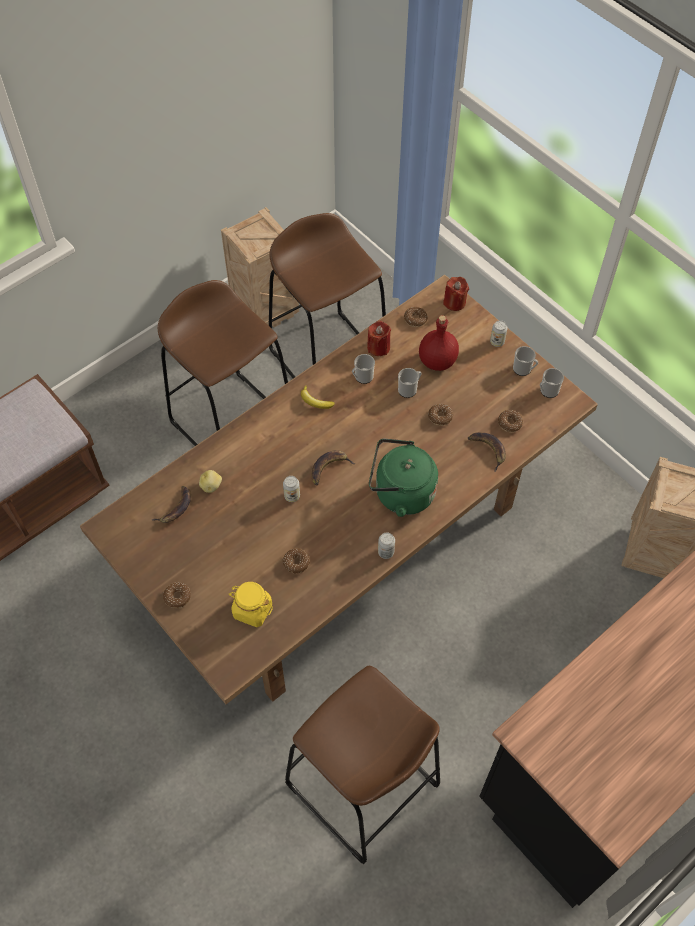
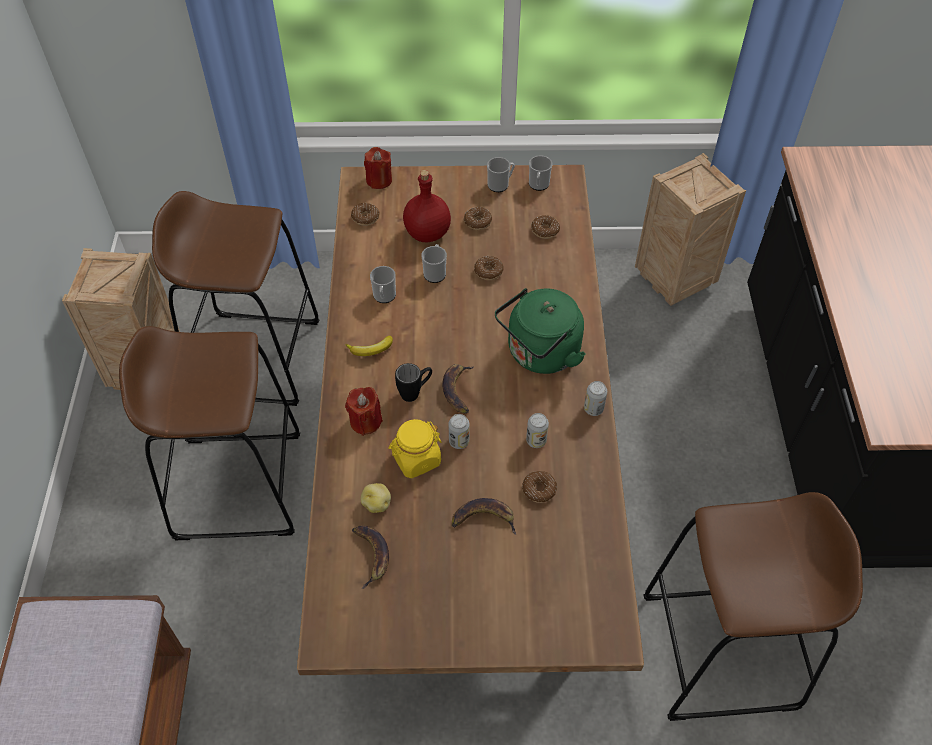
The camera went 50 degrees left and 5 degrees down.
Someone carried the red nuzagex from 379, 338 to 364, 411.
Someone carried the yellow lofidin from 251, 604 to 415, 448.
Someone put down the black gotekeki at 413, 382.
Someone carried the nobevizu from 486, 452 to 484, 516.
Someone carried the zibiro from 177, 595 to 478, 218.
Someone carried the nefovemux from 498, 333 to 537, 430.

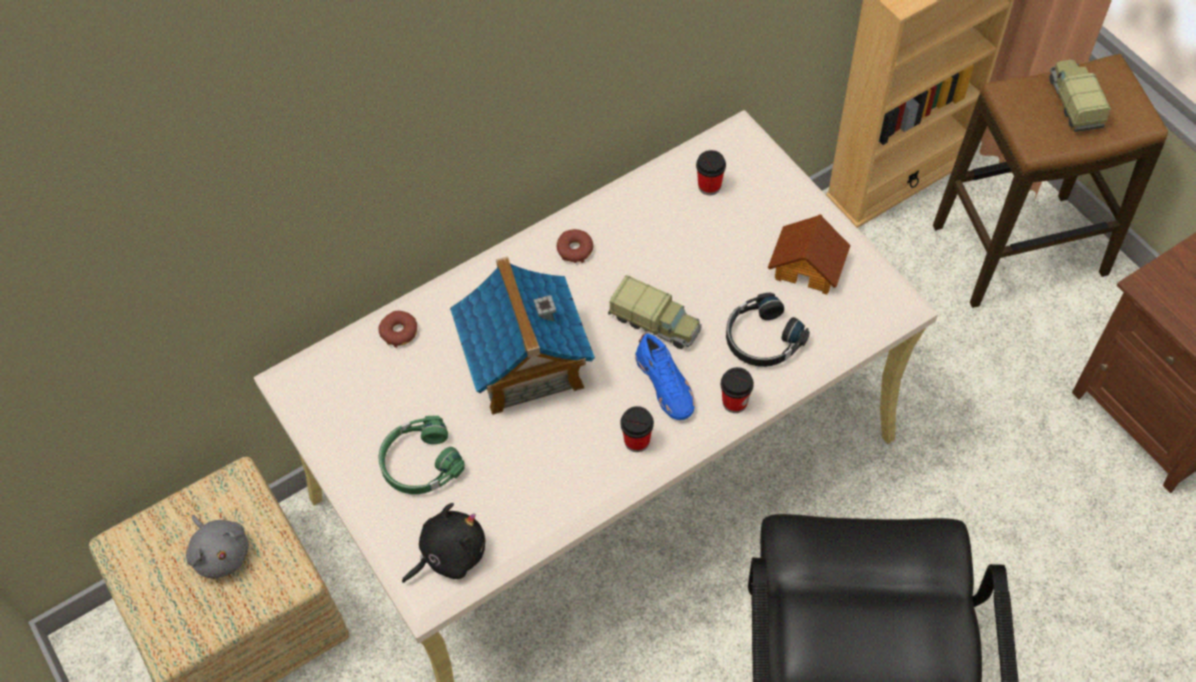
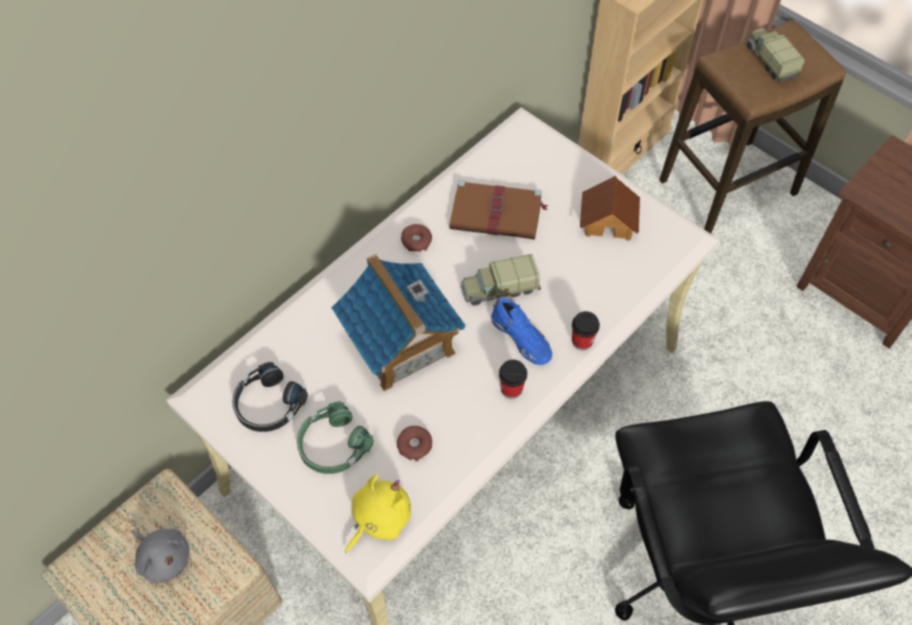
The camera went 15 degrees left and 0 degrees up.
Someone carried the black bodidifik from 768, 329 to 270, 397.
Someone repainted the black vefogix at 443, 543, which became the yellow vefogix at 378, 513.
Someone carried the zibiro from 398, 329 to 414, 443.
Someone put down the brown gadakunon at 498, 210.
Someone rotated the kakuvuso at 655, 312 by 150 degrees clockwise.
Someone took away the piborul at 711, 172.

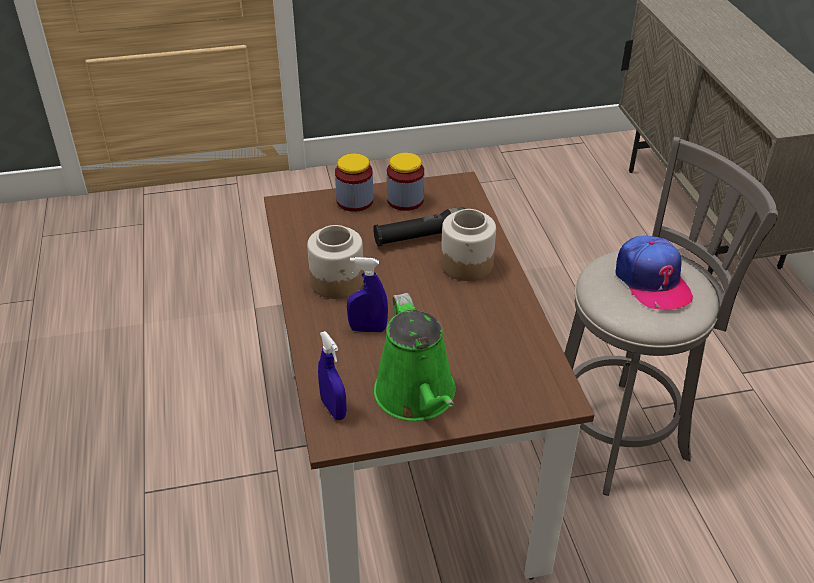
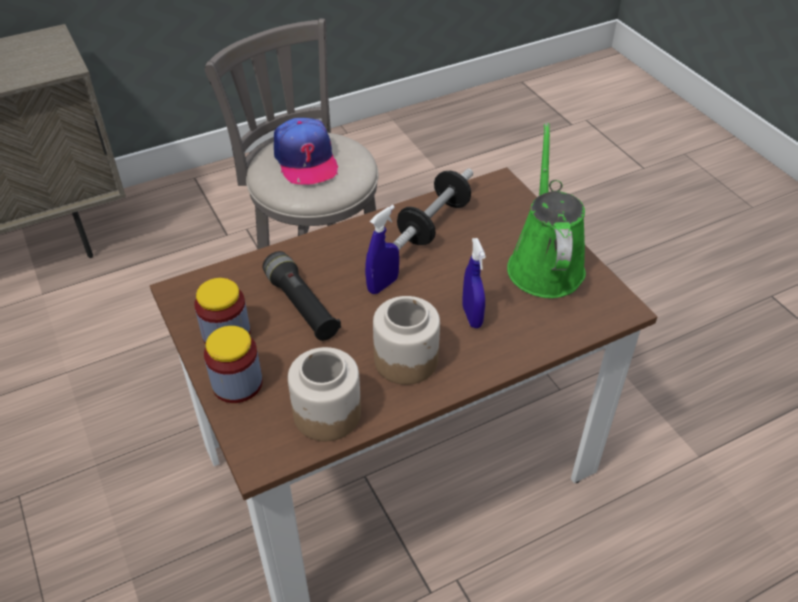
The camera went 105 degrees left and 5 degrees up.
Someone rotated the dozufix at 654, 273 by 105 degrees clockwise.
Someone carried the lofidin from 468, 245 to 324, 394.
Someone carried the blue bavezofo from 332, 375 to 382, 249.
Someone put down the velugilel at 433, 209.
Someone rotated the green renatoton at 415, 357 by 60 degrees counterclockwise.

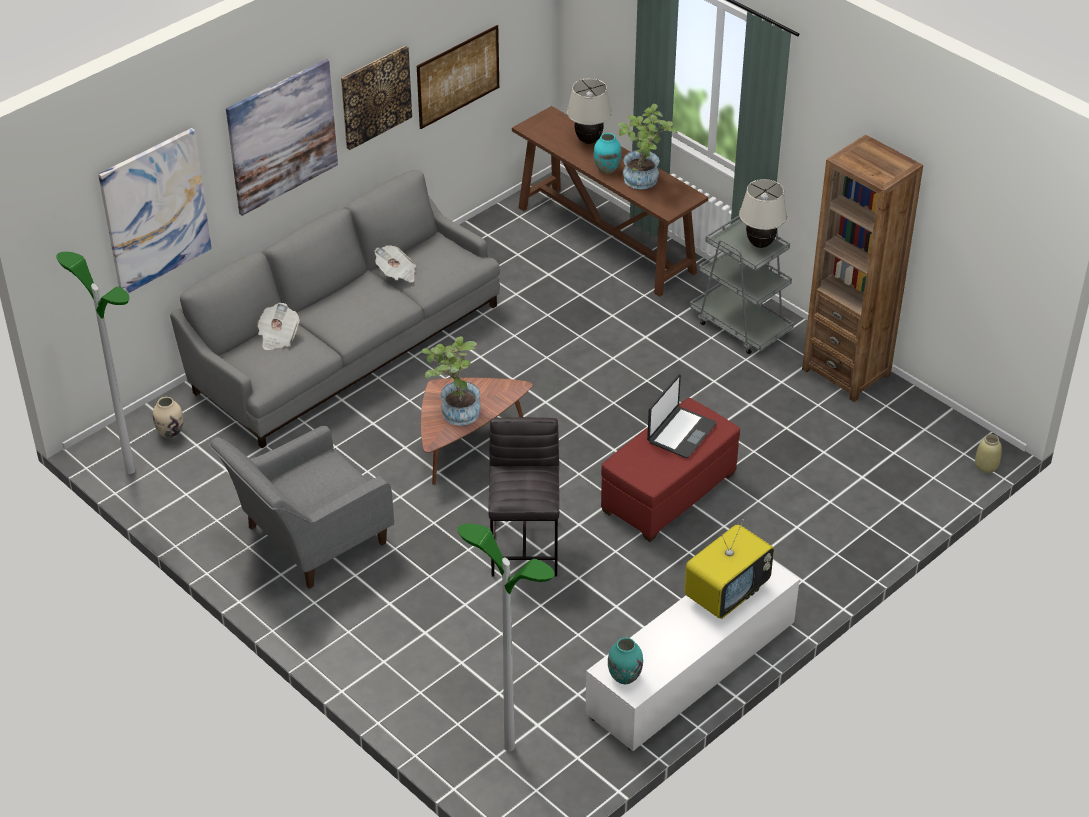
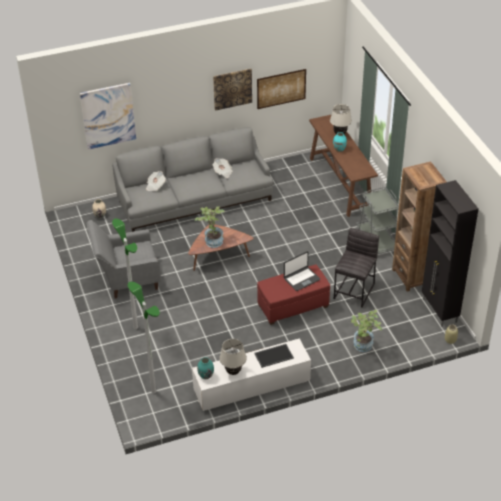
The camera went 25 degrees right and 0 degrees up.
Someone carried the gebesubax from 95, 363 to 125, 274.
Someone carried the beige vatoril from 763, 213 to 233, 357.
Someone swapped the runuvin at 729, 569 for the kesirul at 274, 356.
Someone carried the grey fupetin from 523, 496 to 356, 268.
Someone carried the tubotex from 648, 146 to 366, 331.
Someone put down the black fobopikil at 450, 253.
Someone took away the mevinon at 282, 137.

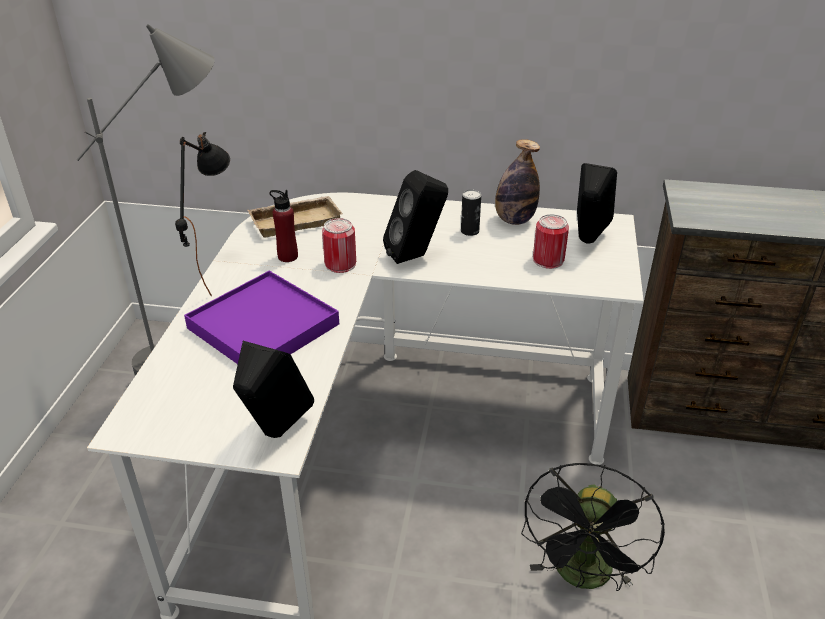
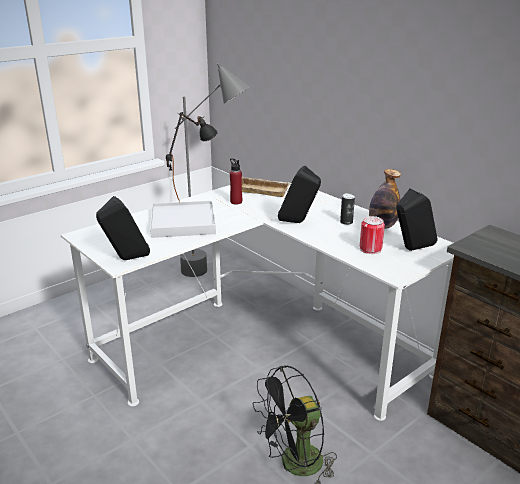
The camera went 40 degrees right and 10 degrees down.
Someone repainted the purple kesirul at 261, 317, which became the white kesirul at 183, 219.
Someone took away the nefovemux at 339, 245.

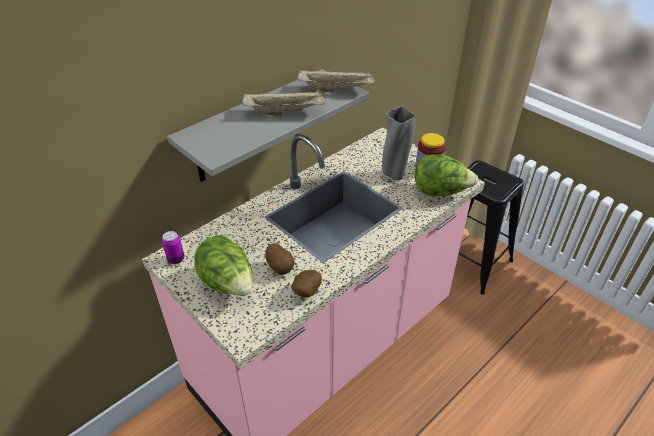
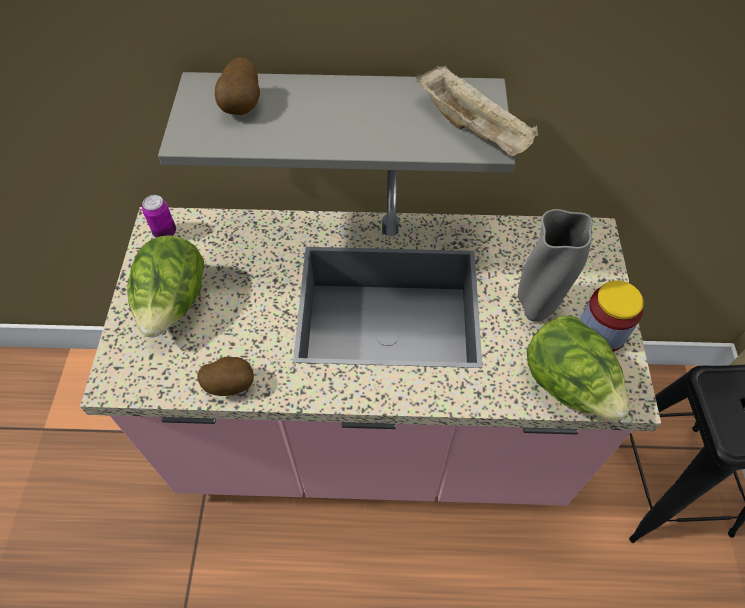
The camera went 45 degrees right and 15 degrees up.
Someone carried the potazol from 280, 259 to 237, 86.
Someone took away the beige kesirul at 283, 102.

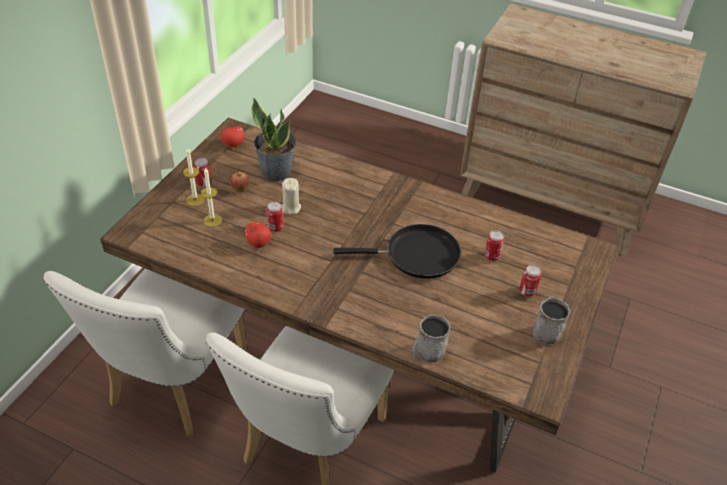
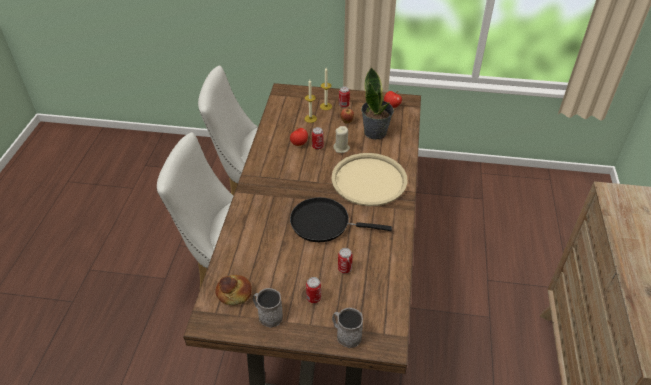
The camera went 75 degrees right and 0 degrees up.
Someone put down the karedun at 233, 290.
Someone rotated the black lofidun at 397, 251 by 120 degrees clockwise.
Someone put down the beige kesirul at 370, 179.
Someone carried the grey gotekeki from 431, 338 to 347, 328.

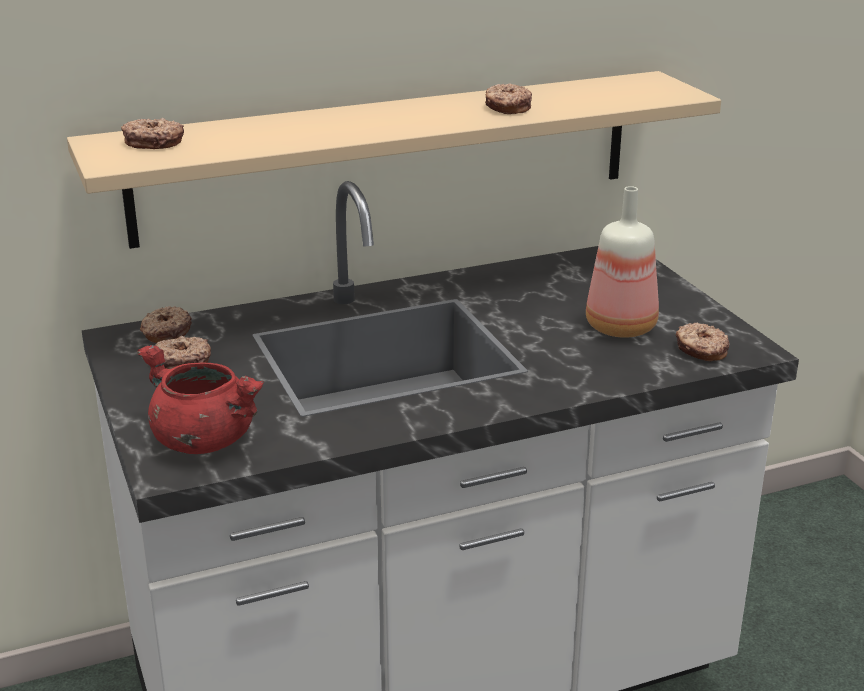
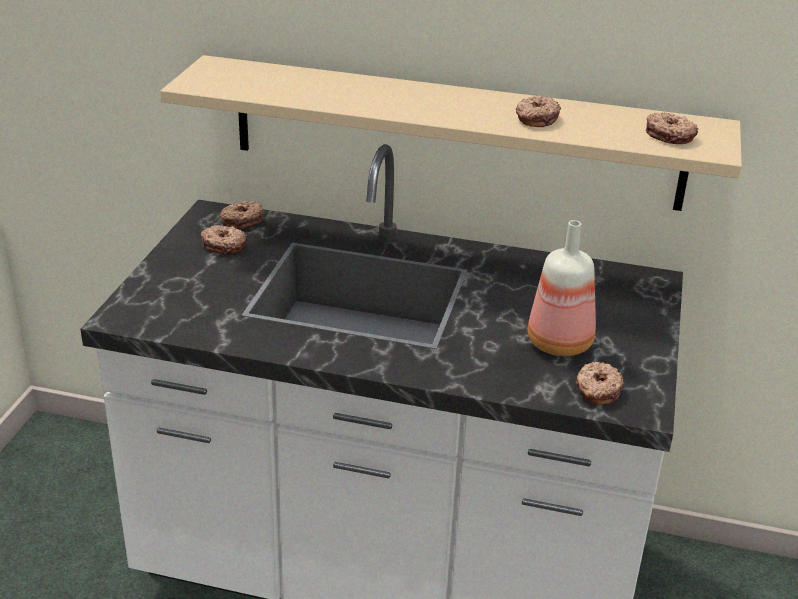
The camera went 35 degrees right and 5 degrees up.
Someone carried the zibiro from 152, 133 to 672, 128.
Someone took away the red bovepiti at 200, 399.

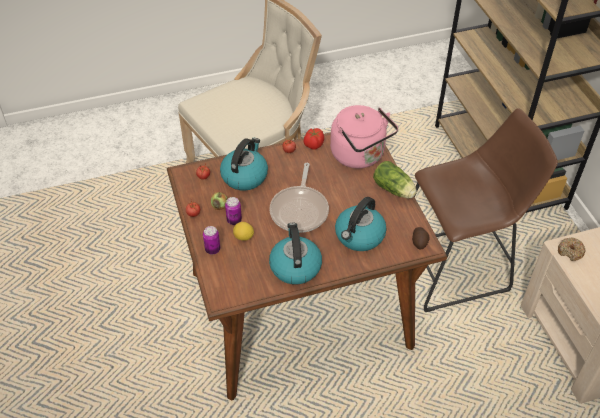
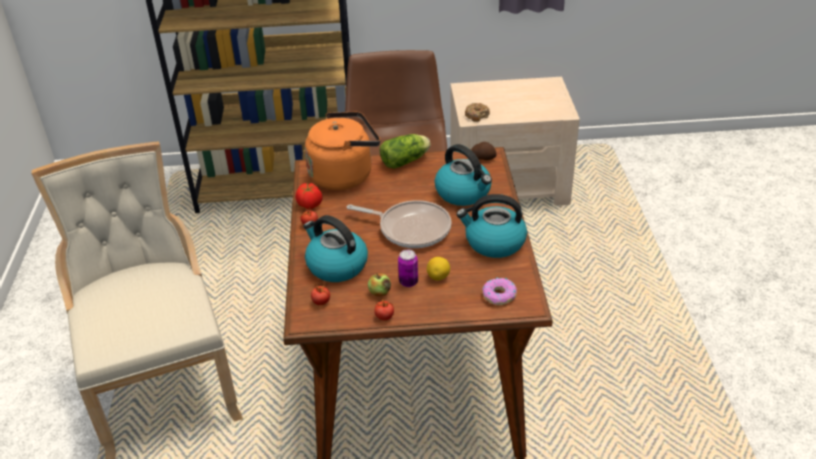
The camera went 75 degrees left and 10 degrees down.
Someone repainted the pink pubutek at 364, 136, which became the orange pubutek at 342, 151.
Someone put down the zibiro at 499, 291.
Someone took away the nefovemux at 211, 240.

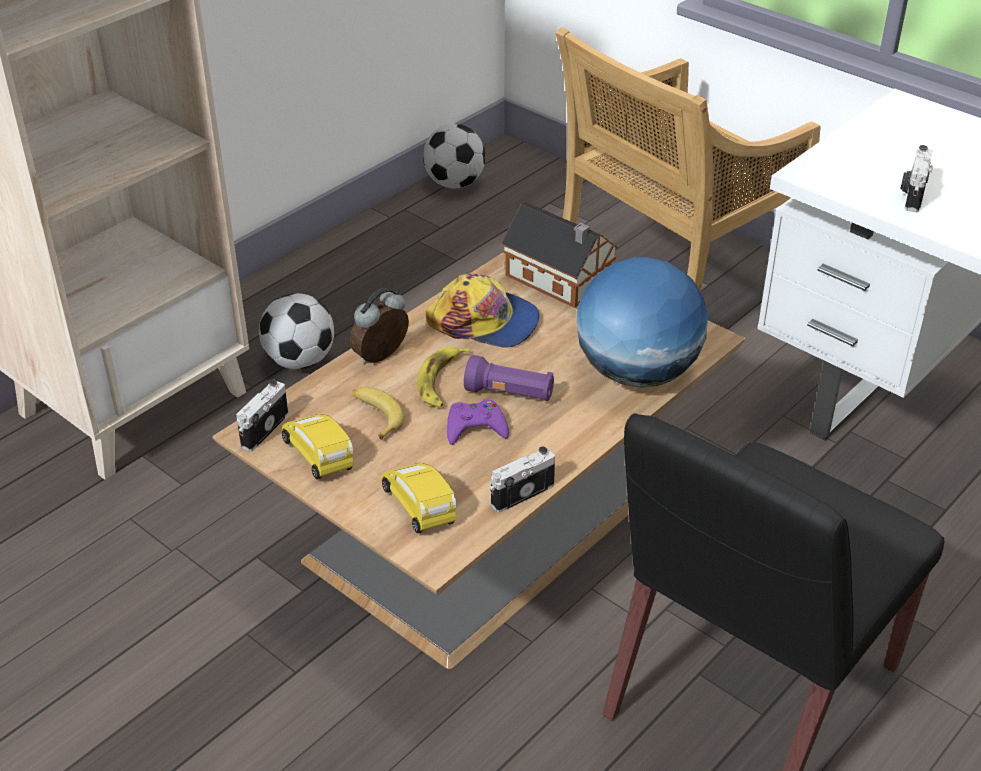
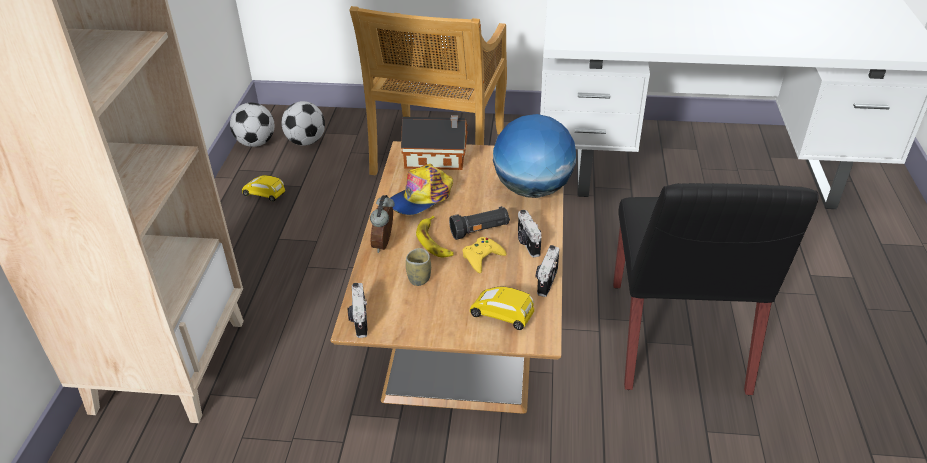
The camera went 35 degrees left and 0 degrees up.
Someone carried the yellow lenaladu from 317, 447 to 263, 188.
Someone carried the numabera from 296, 331 to 303, 123.
Someone rotated the dozufix at 482, 311 by 150 degrees clockwise.
Someone swapped the nobevizu at 378, 413 for the piborul at 418, 267.
Someone repainted the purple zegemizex at 509, 378, which became the black zegemizex at 479, 223.
Someone repainted the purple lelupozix at 478, 422, which became the yellow lelupozix at 484, 255.
Someone carried the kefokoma from 916, 178 to 529, 233.

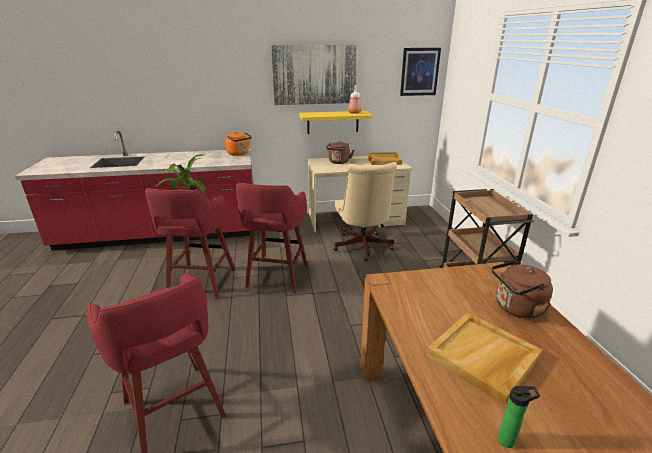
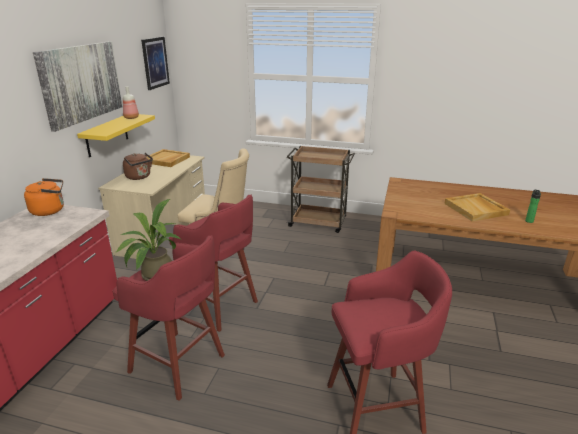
The camera went 65 degrees left and 0 degrees up.
Someone took away the brown pubutek at 522, 289.

